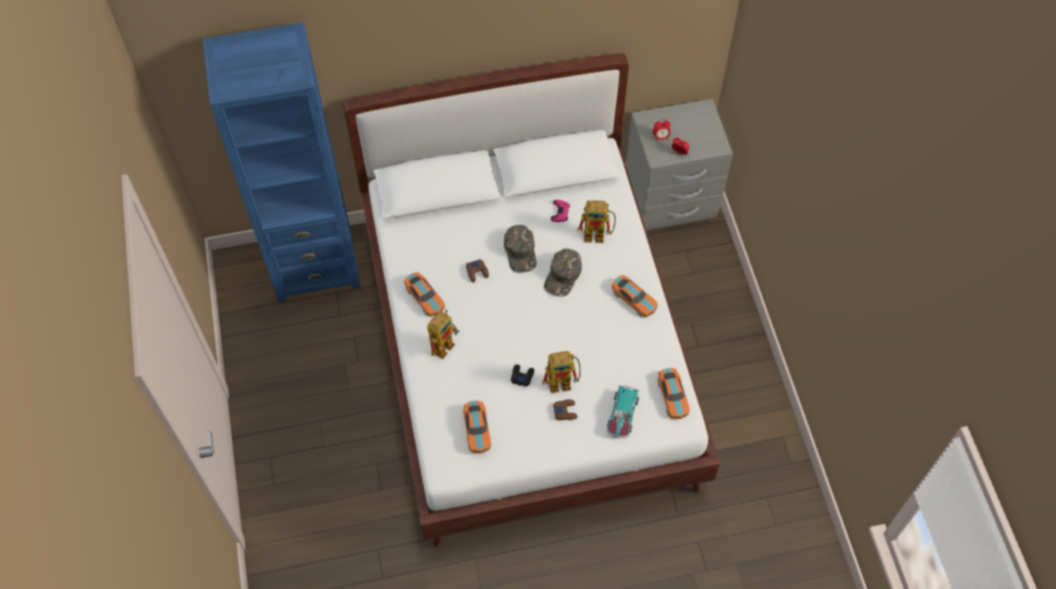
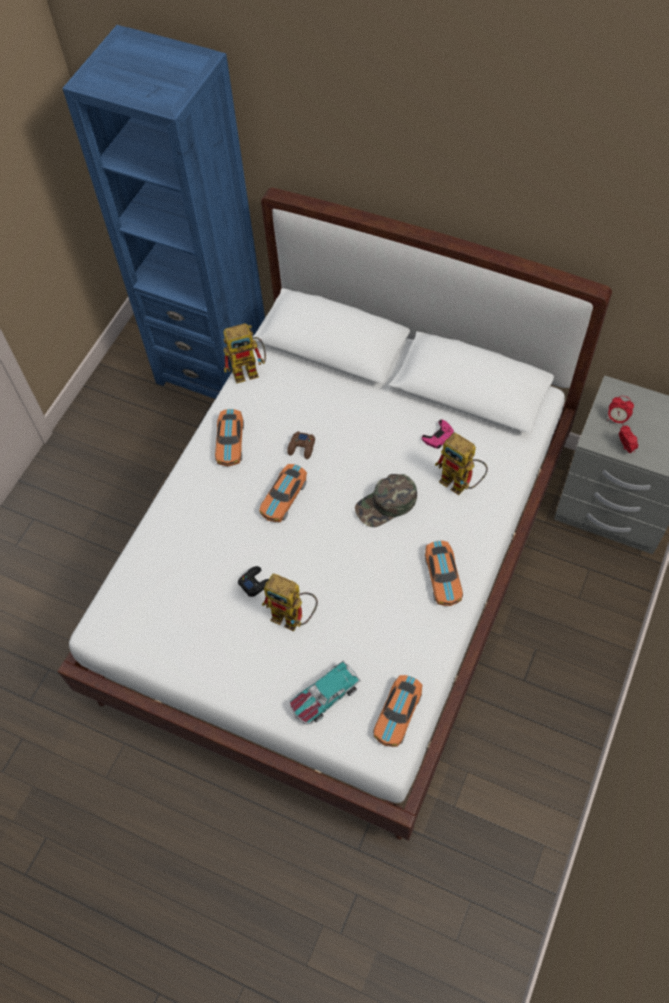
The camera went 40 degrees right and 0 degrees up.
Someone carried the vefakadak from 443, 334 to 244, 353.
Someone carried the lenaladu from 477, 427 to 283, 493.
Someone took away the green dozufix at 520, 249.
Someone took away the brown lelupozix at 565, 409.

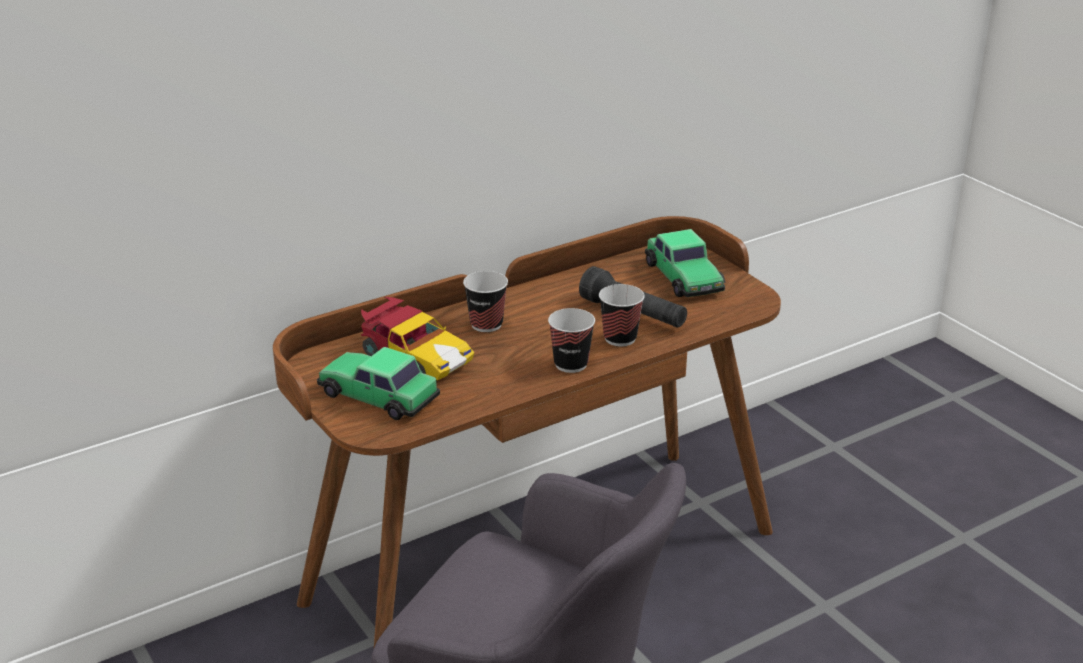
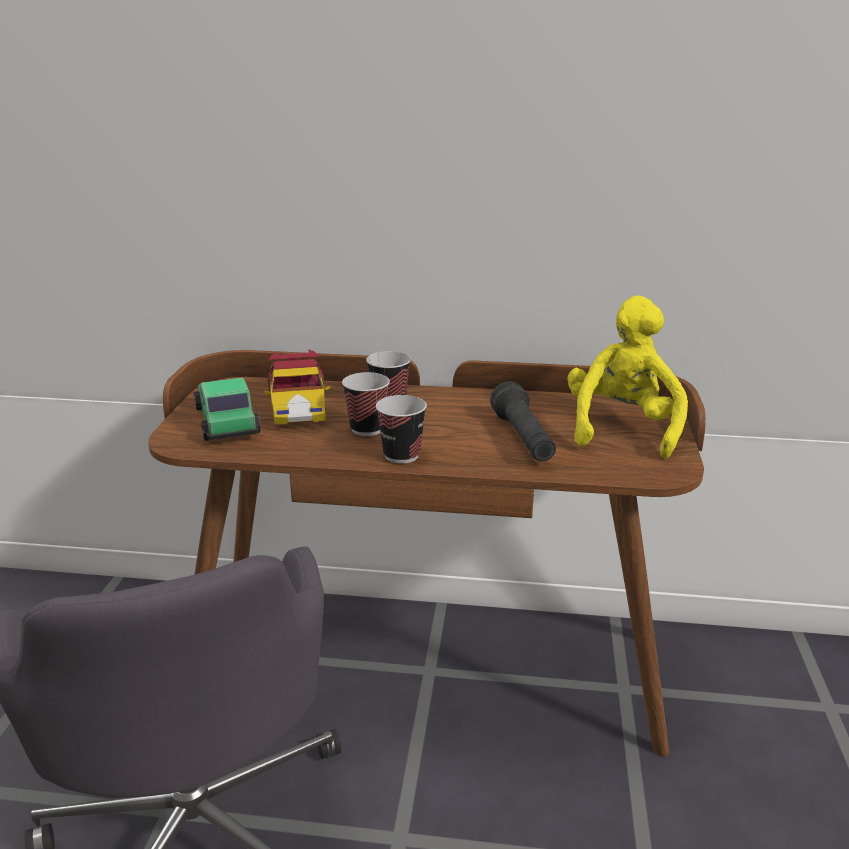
The camera went 40 degrees right and 5 degrees down.
Someone carried the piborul from 622, 315 to 366, 404.
Someone swapped the lenaladu at 685, 263 for the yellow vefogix at 627, 377.

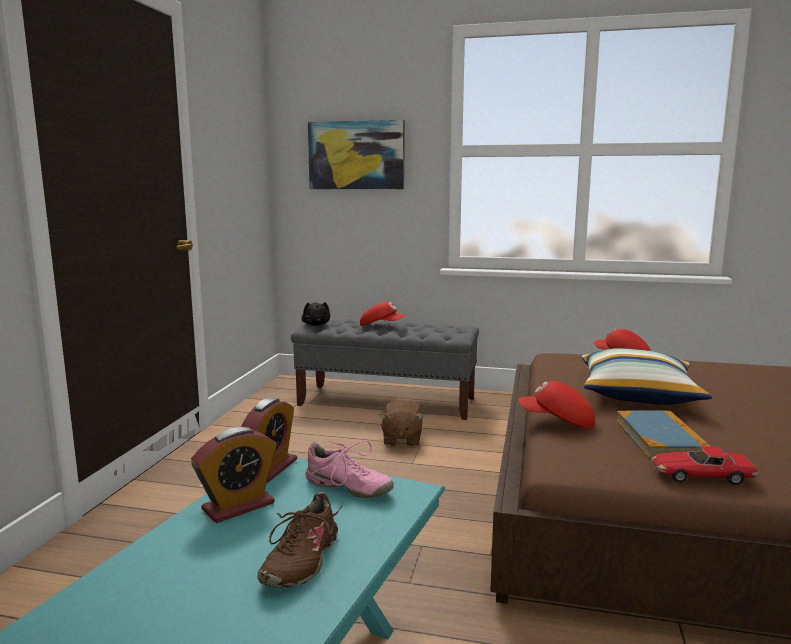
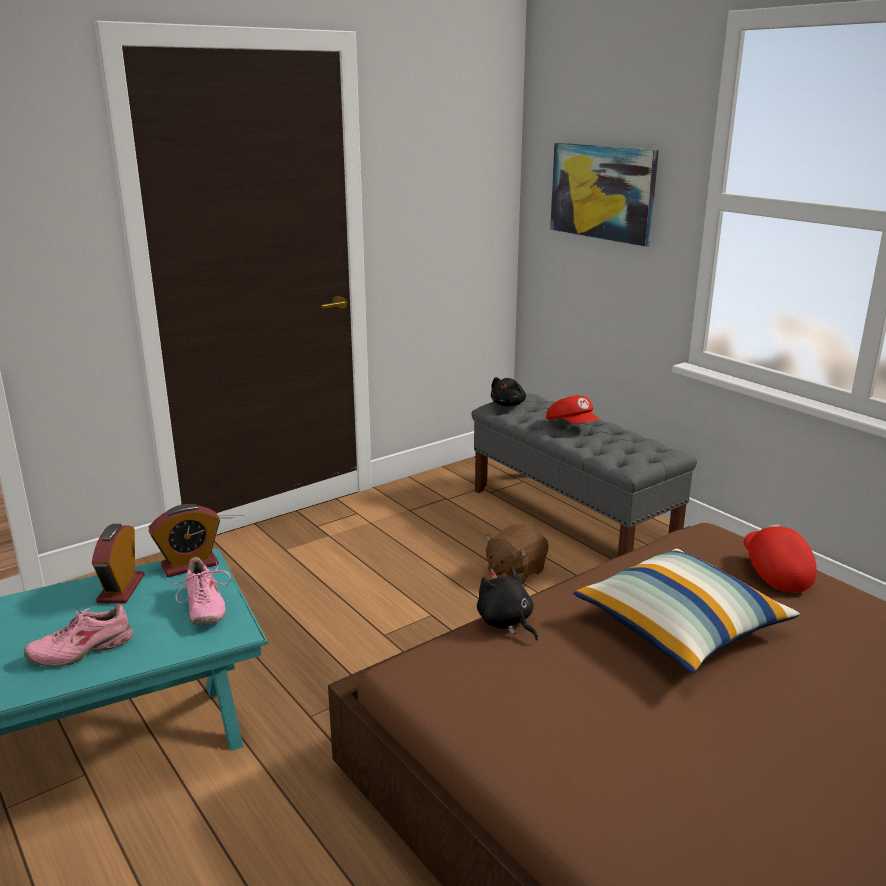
The camera went 40 degrees right and 10 degrees up.
Someone repainted the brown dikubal at 300, 540, which became the pink dikubal at 78, 635.
Someone rotated the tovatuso at 234, 475 by 90 degrees clockwise.
Someone swapped the red dozufix at 556, 405 for the black vefogix at 507, 603.
Someone took away the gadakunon at 663, 434.
Someone took away the lenaladu at 704, 465.

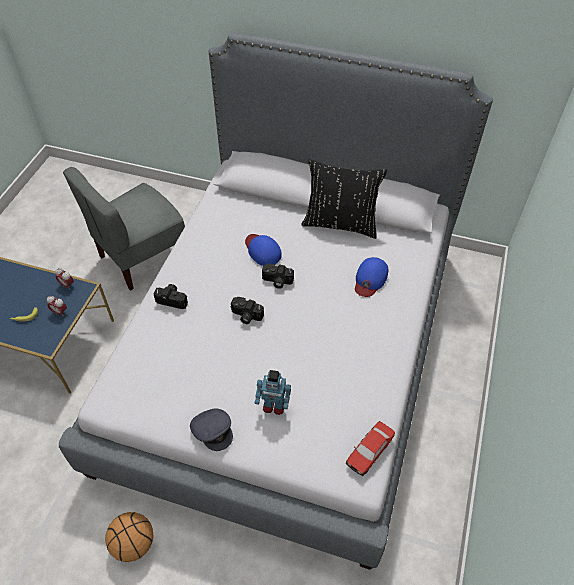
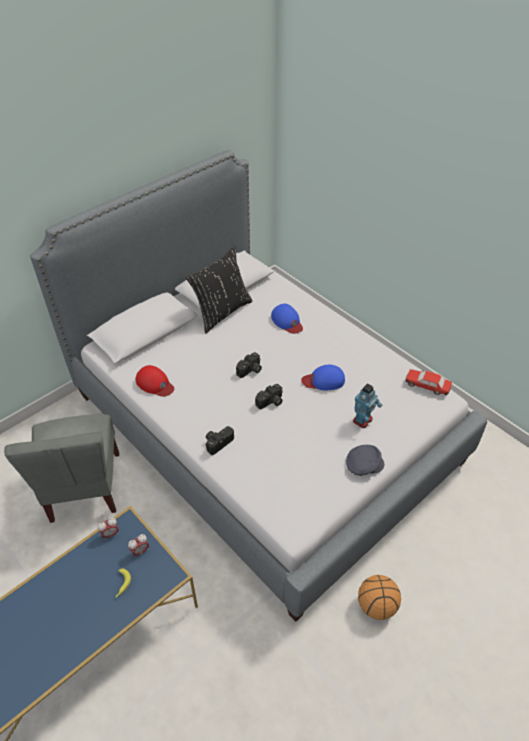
The camera went 60 degrees left and 5 degrees down.
Someone put down the red dozufix at 155, 381.
Someone carried the blue dozufix from 263, 250 to 323, 377.
Someone rotated the lenaladu at 370, 448 by 135 degrees clockwise.

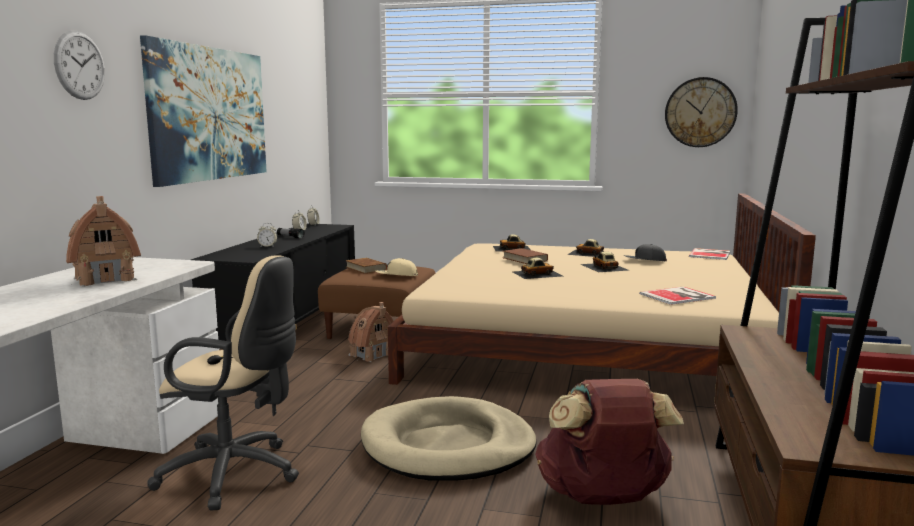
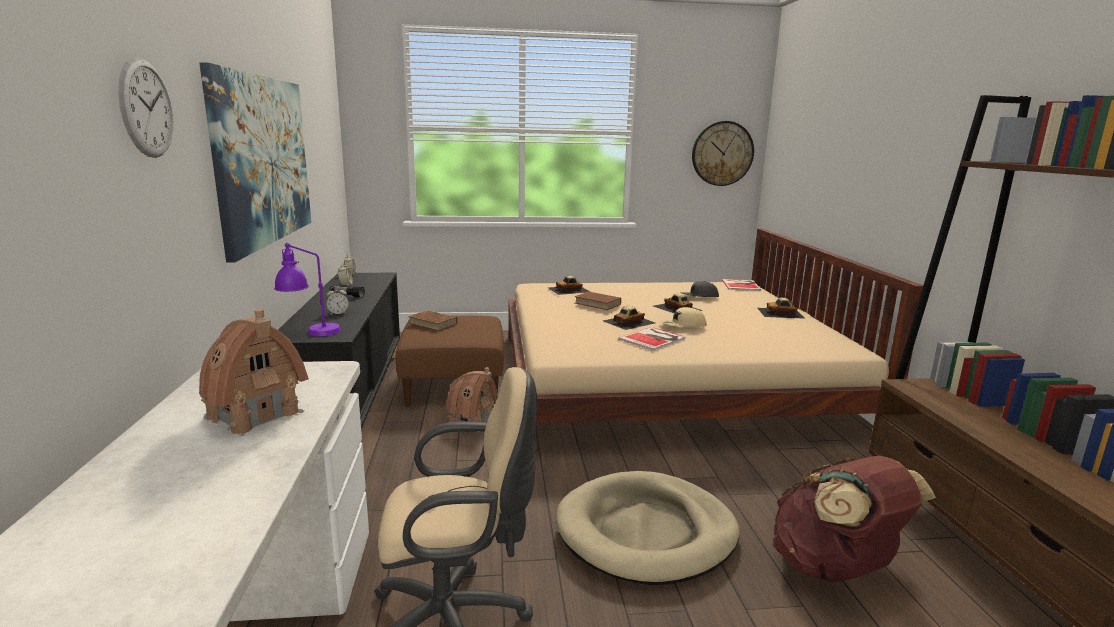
The camera went 20 degrees left and 5 degrees up.
Someone put down the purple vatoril at 307, 289.
Someone carried the gadakunon from 677, 296 to 652, 339.
Someone carried the beige dozufix from 396, 267 to 683, 317.
Someone carried the lenaladu from 586, 248 to 781, 308.

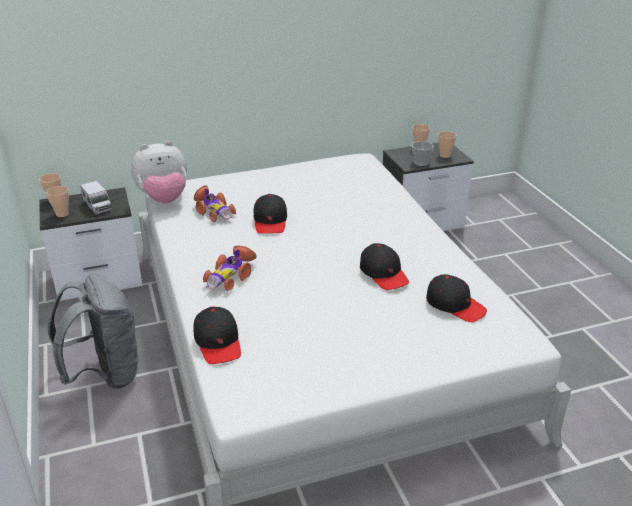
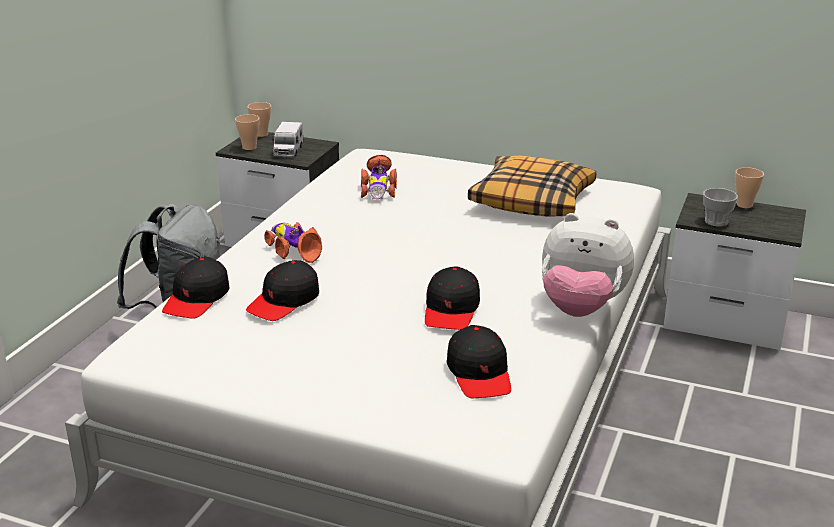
The camera went 40 degrees right and 5 degrees down.
Someone carried the black dozufix from 270, 214 to 282, 290.
Someone rotated the lenaladu at 230, 268 by 75 degrees clockwise.
Someone put down the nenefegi at 532, 186.
Someone carried the vefogix from 159, 172 to 588, 265.
Someone took away the piborul at 447, 144.

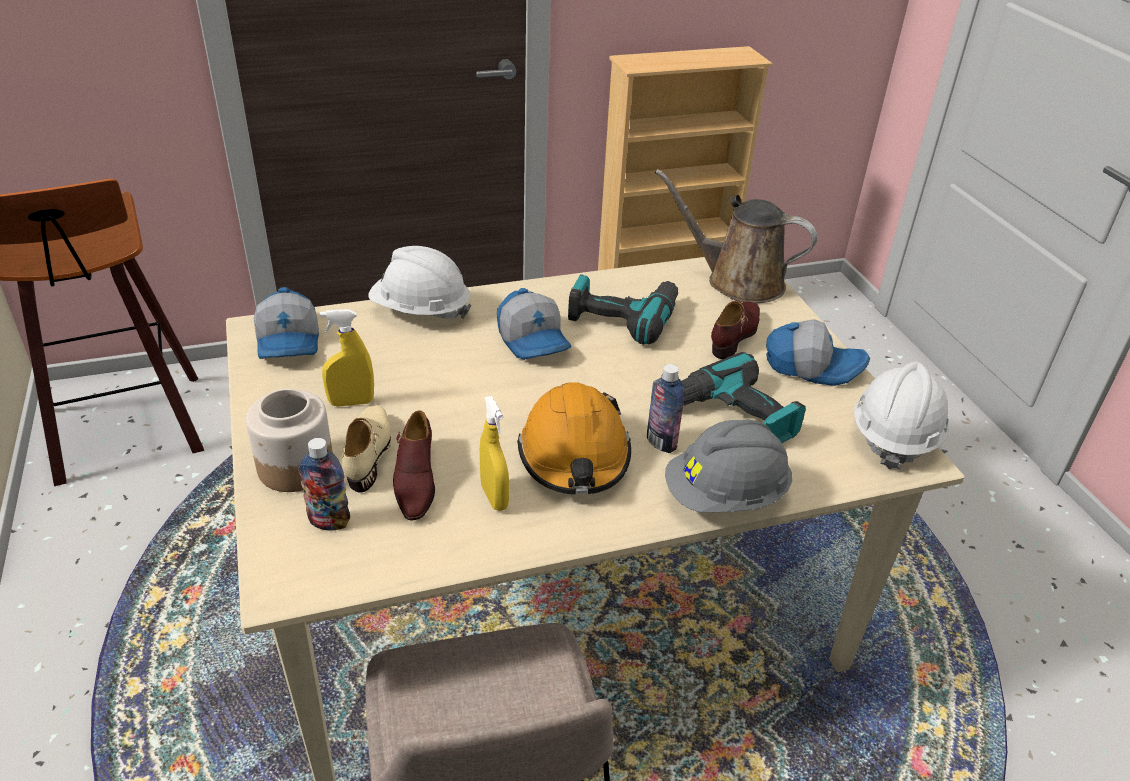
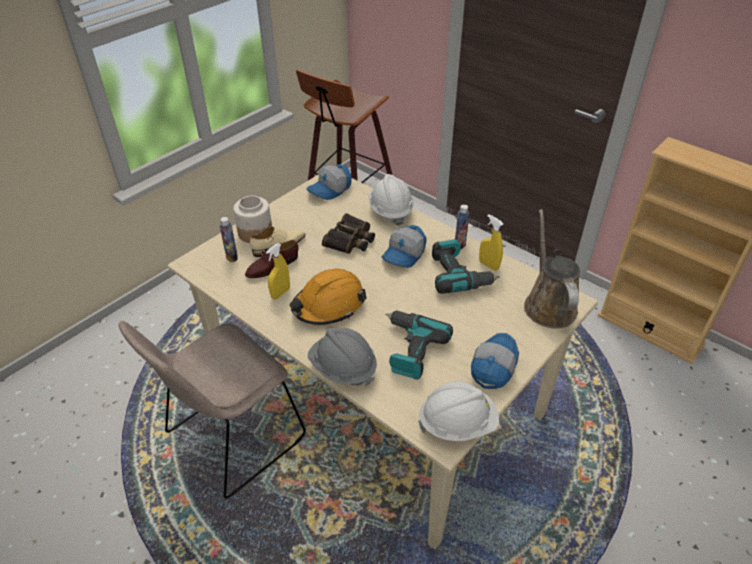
The camera went 60 degrees right and 5 degrees up.
Someone put down the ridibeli at 348, 233.
Someone carried the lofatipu from 665, 408 to 462, 226.
Someone rotated the dozufix at 818, 352 by 135 degrees counterclockwise.
Someone carried the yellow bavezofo from 347, 358 to 491, 242.
Someone took away the brown dikubal at 735, 330.

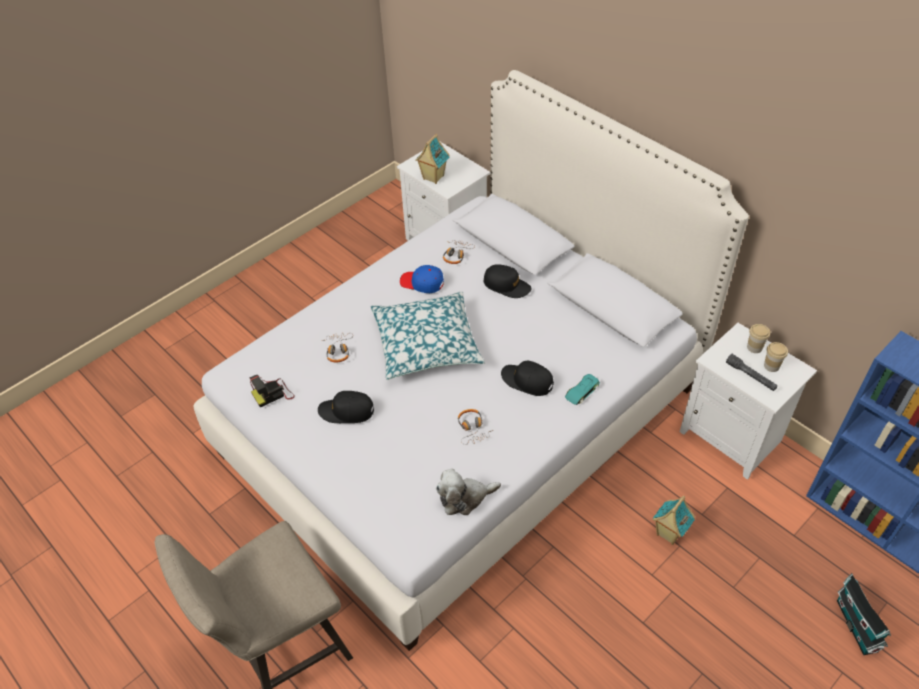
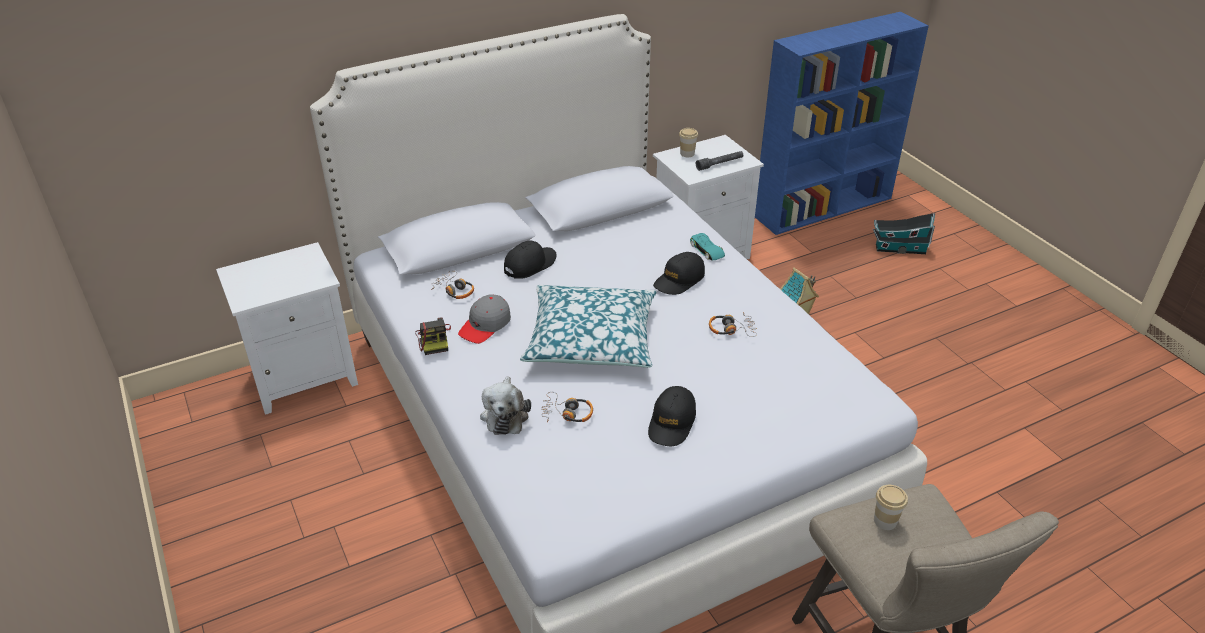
The camera went 75 degrees left and 10 degrees down.
Someone carried the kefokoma from 272, 391 to 433, 336.
Someone repainted the blue dozufix at 422, 279, which became the grey dozufix at 484, 319.
Someone carried the vefogix from 468, 491 to 505, 405.
Someone carried the piborul from 776, 357 to 891, 507.
Someone took away the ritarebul at 432, 159.

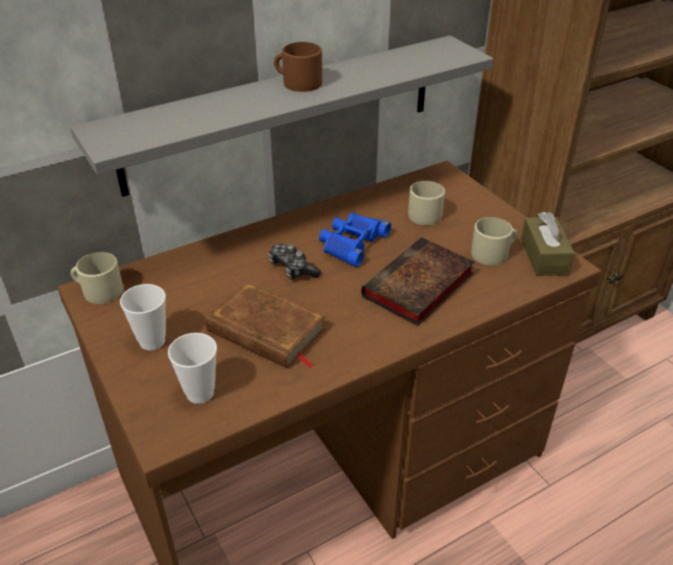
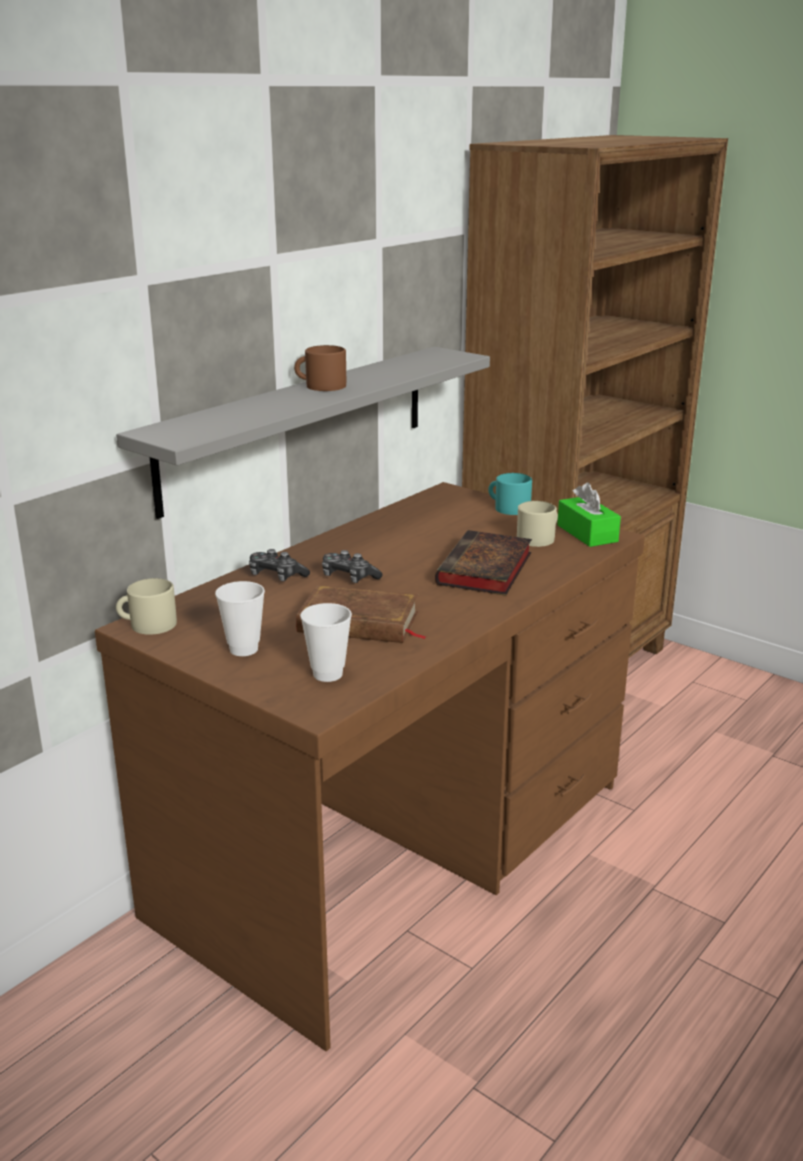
The camera went 20 degrees left and 15 degrees down.
Someone put down the lelupozix at 279, 565.
Someone put down the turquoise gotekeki at 510, 494.
Someone repainted the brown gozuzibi at 548, 244, which became the green gozuzibi at 589, 515.
Someone took away the blue ridibeli at 355, 239.
Someone took away the beige gotekeki at 426, 203.

